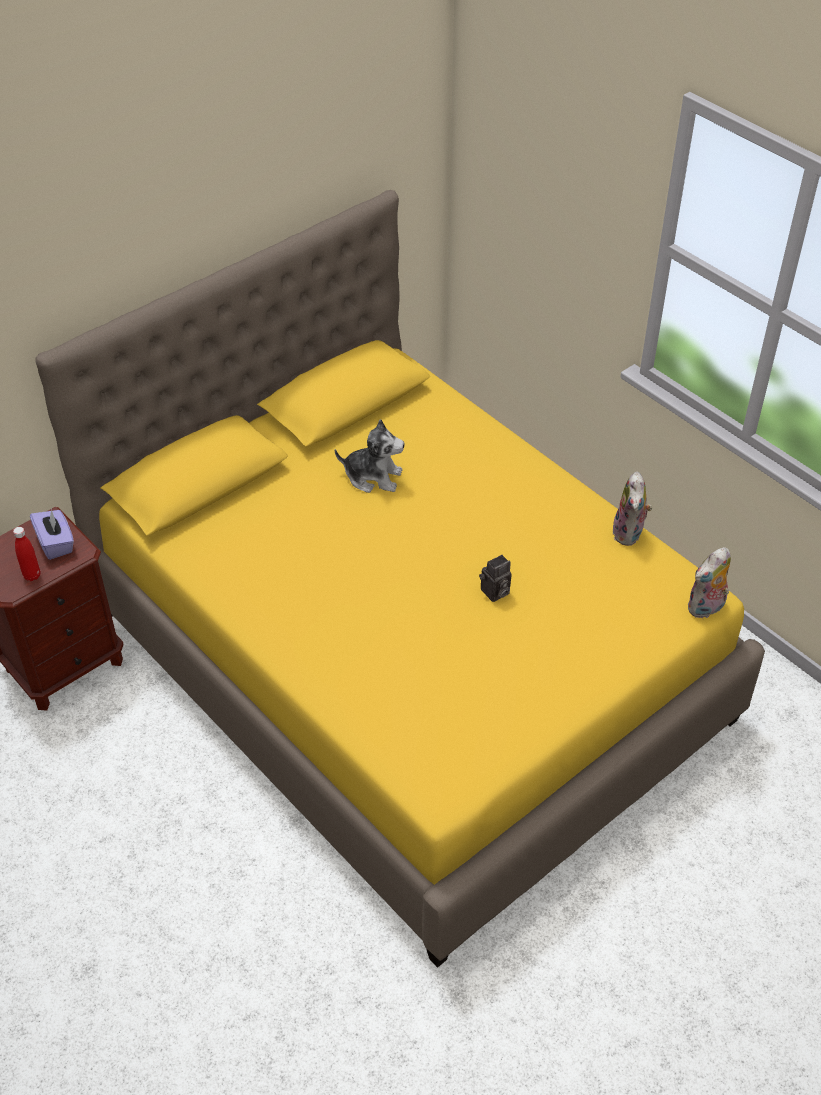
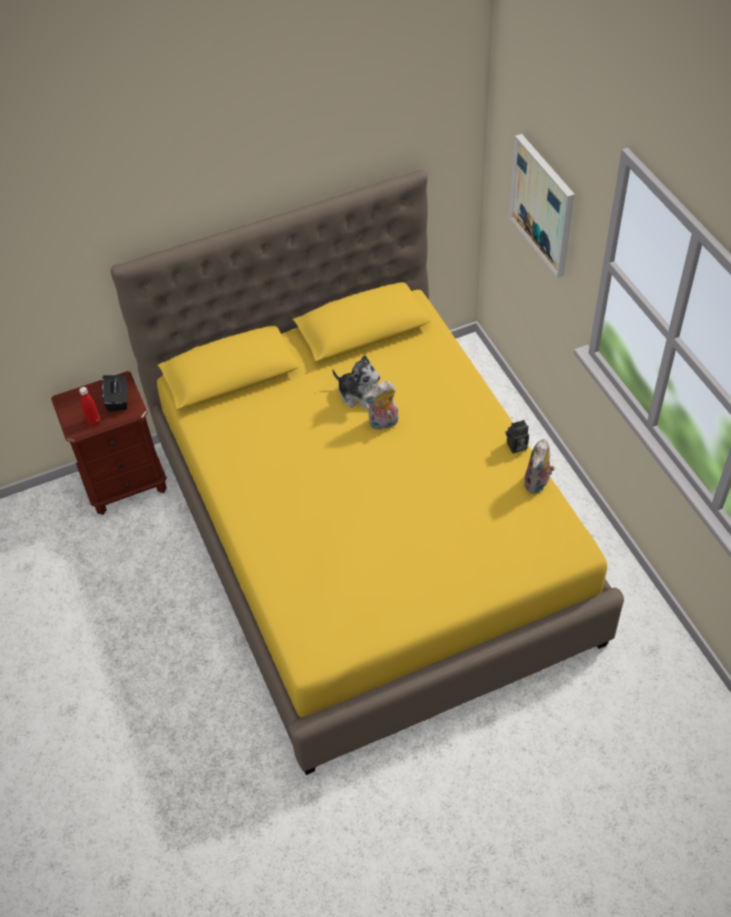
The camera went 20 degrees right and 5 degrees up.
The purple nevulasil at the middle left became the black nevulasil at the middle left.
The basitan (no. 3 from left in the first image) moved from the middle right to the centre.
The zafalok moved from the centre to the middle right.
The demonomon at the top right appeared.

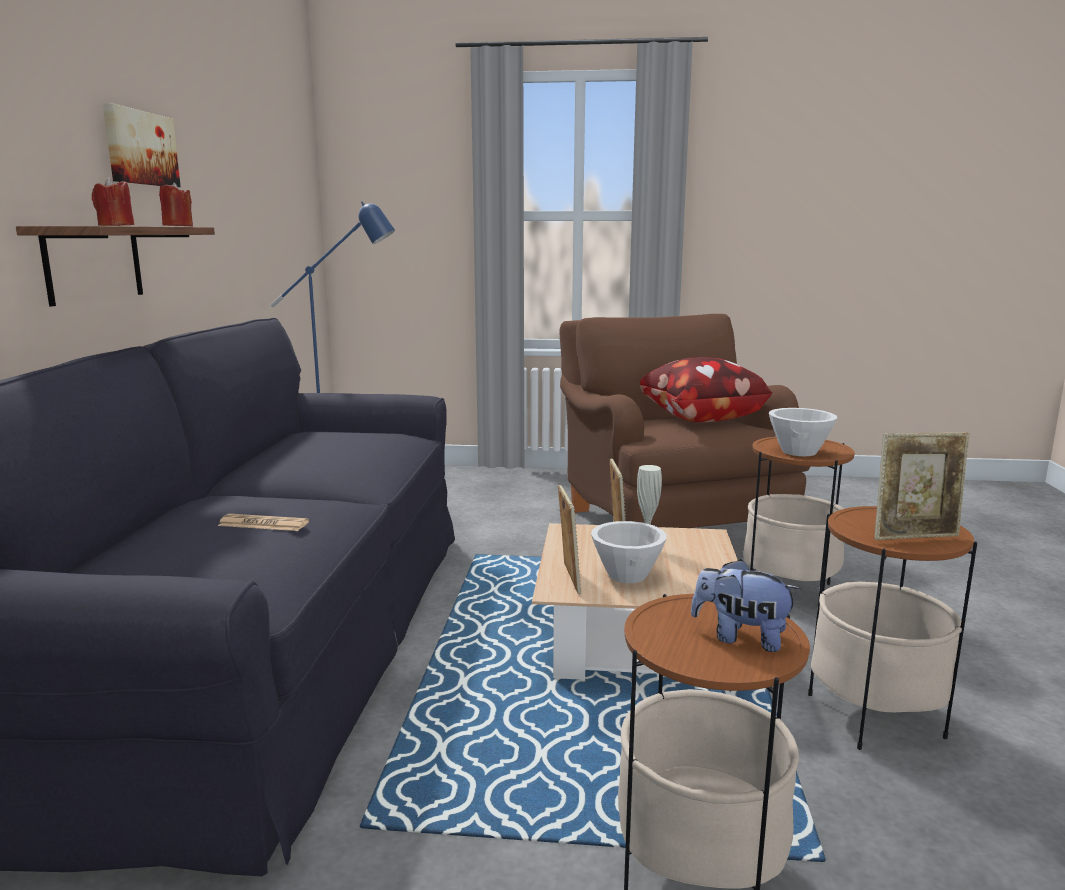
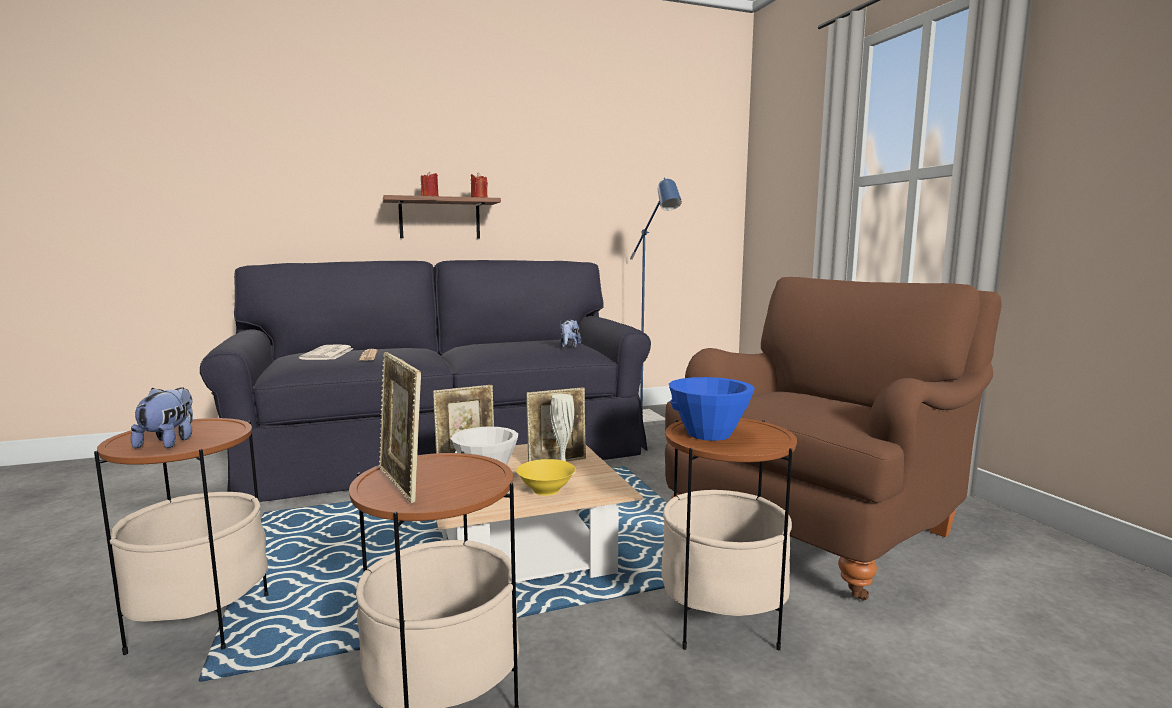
The camera went 65 degrees right and 5 degrees down.
The demonomon at the top left disappeared.
The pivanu at the centre disappeared.
The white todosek (no. 2 from left) at the middle right became the blue todosek at the centre.
The basitan (no. 2 from left) at the centre appeared.
The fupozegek (no. 1 from left) at the middle left appeared.
The yellow todosek at the bottom centre appeared.

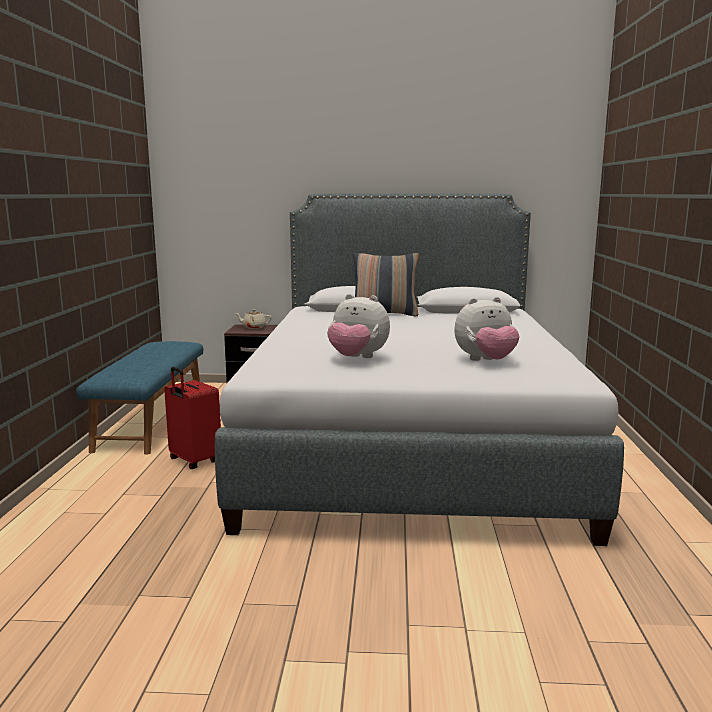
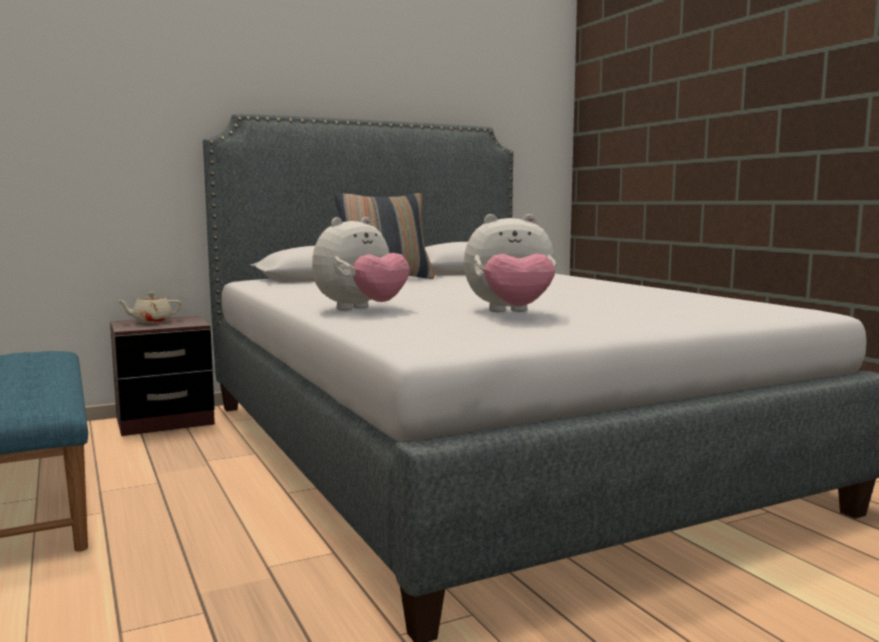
The camera went 30 degrees left and 5 degrees down.
The basitan (no. 2 from left in the first image) moved from the middle right to the centre.
The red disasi at the middle left disappeared.

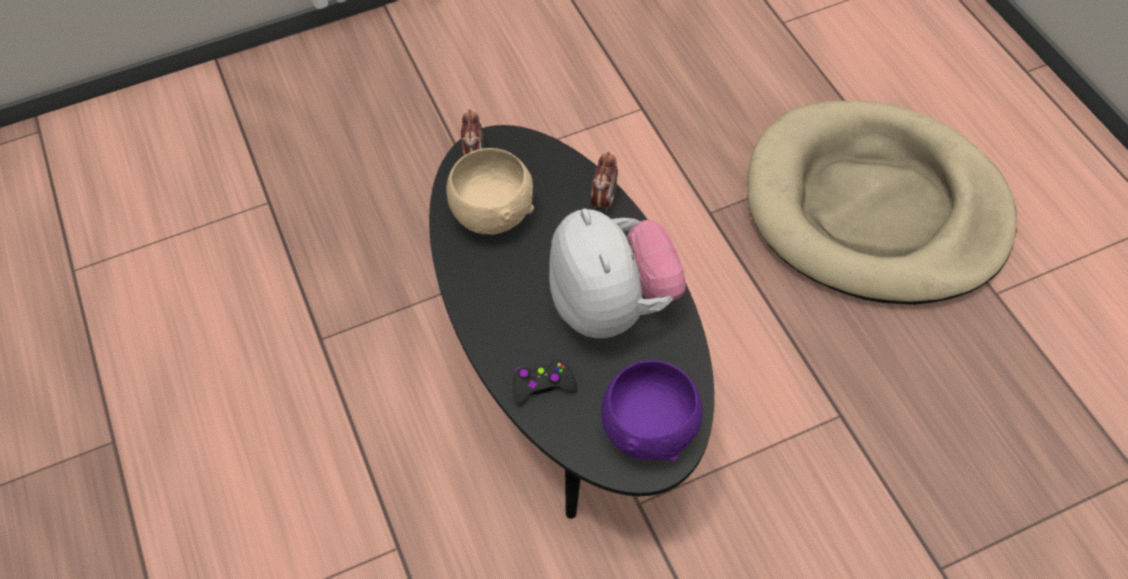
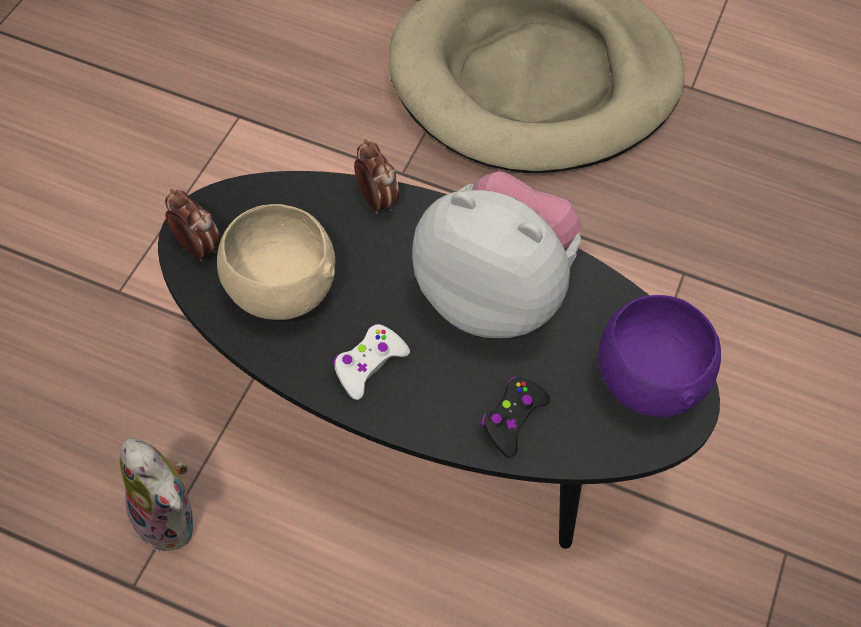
The camera went 50 degrees left and 0 degrees up.
The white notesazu at the centre appeared.
The basitan (no. 1 from left) at the bottom left appeared.

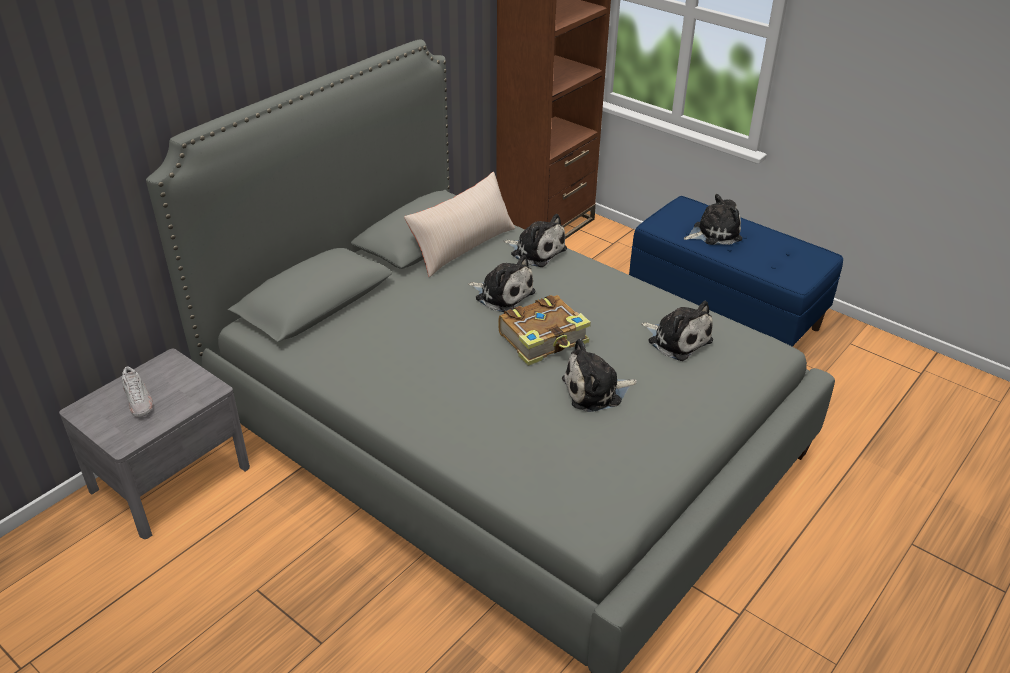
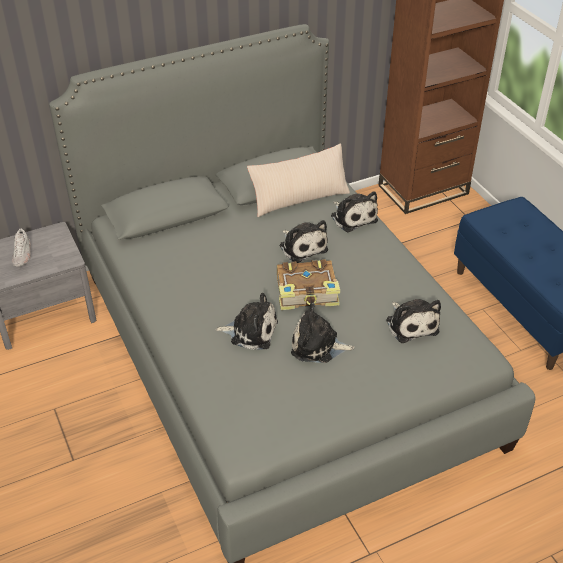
The camera went 25 degrees right and 5 degrees up.
The basitan (no. 5 from left in the first image) moved from the top right to the centre.

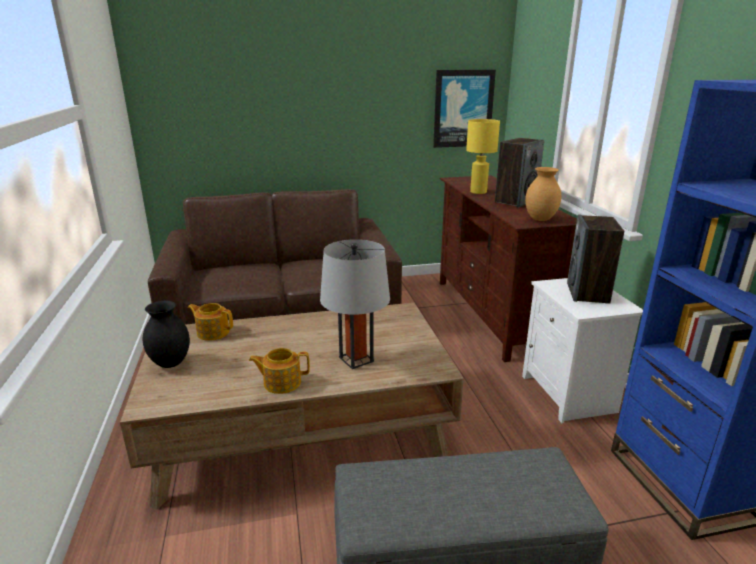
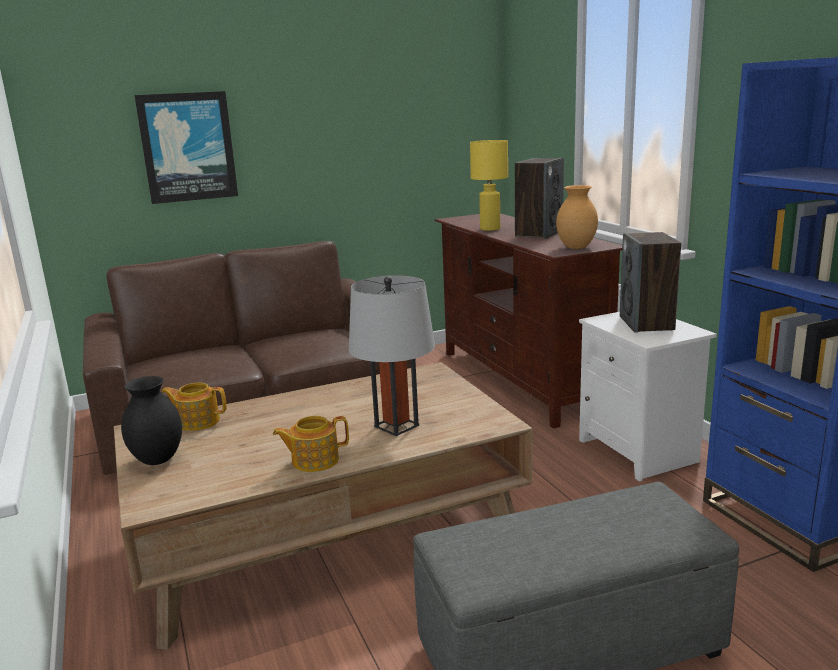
The camera went 10 degrees left and 5 degrees down.
The demonomon moved from the top centre to the top left.

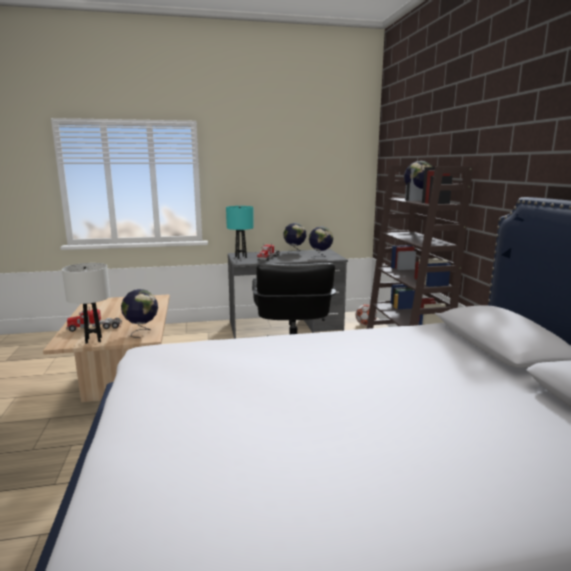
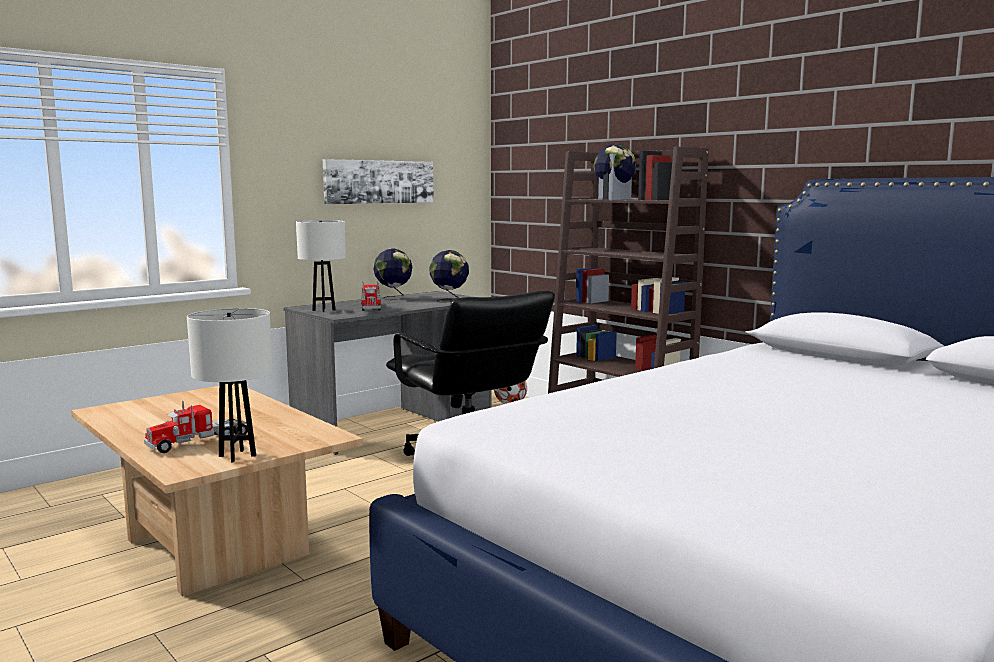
The camera went 30 degrees left and 5 degrees down.
The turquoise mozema at the centre became the white mozema (no. 2 from left) at the middle left.
The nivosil (no. 1 from left) at the middle left disappeared.
The demonomon at the top centre appeared.

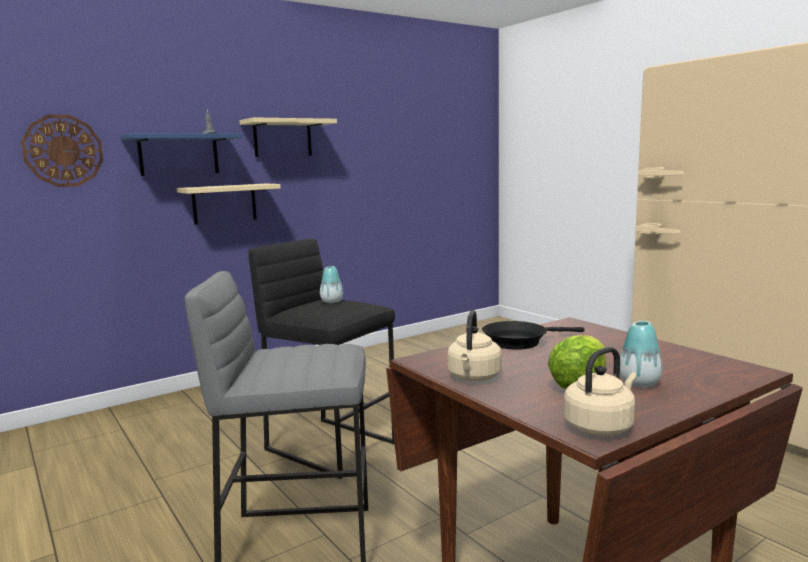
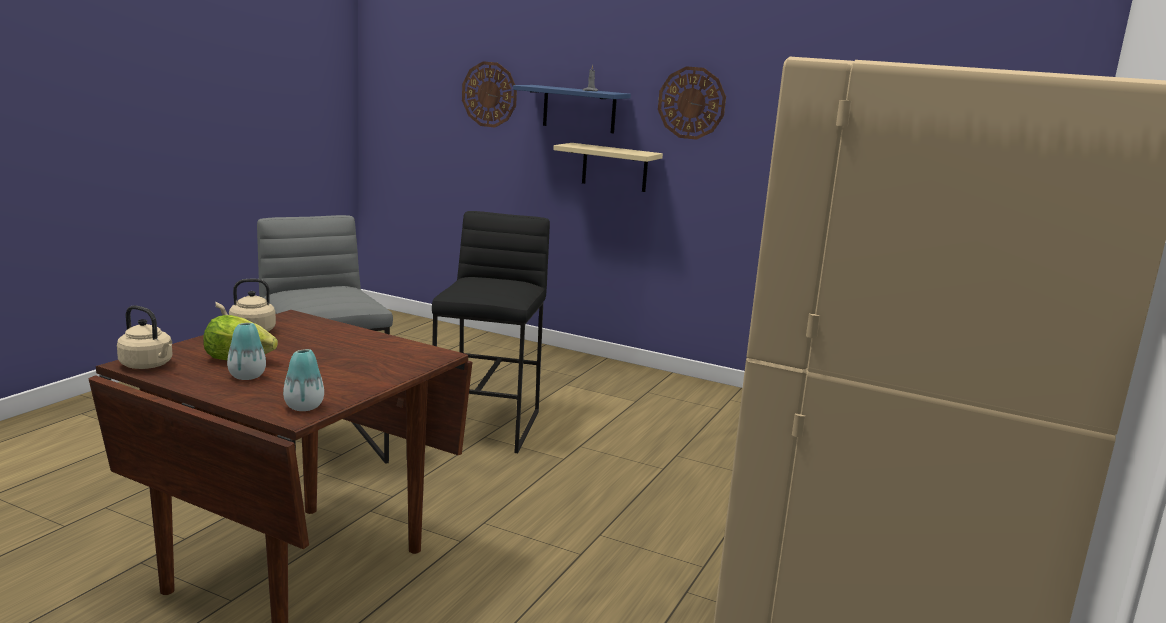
The camera went 60 degrees right and 5 degrees up.
The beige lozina (no. 2 from left) at the top centre was replaced by the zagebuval (no. 2 from left) at the top centre.
The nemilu (no. 1 from left in the first image) moved from the centre to the middle left.
The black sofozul at the centre disappeared.

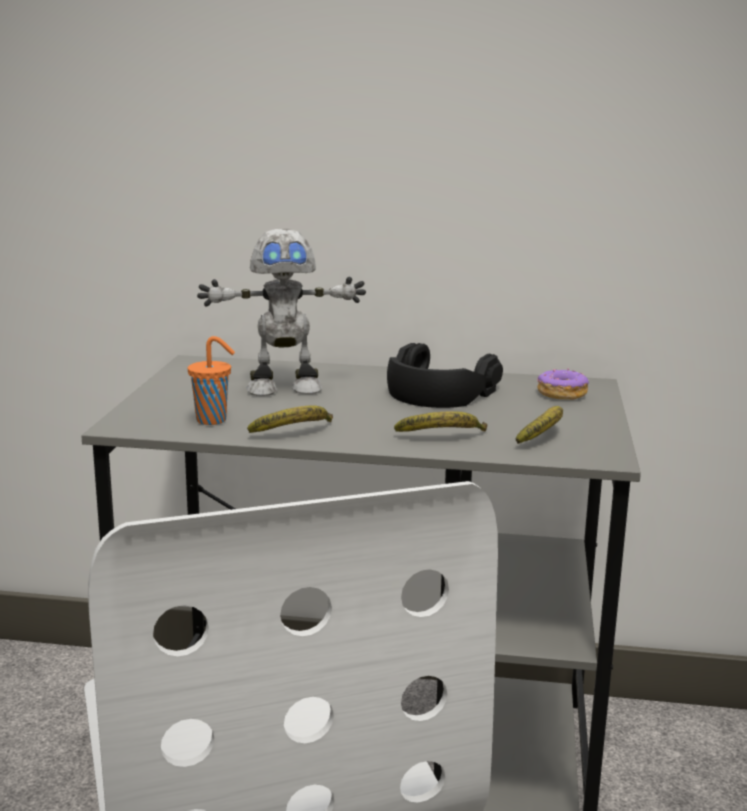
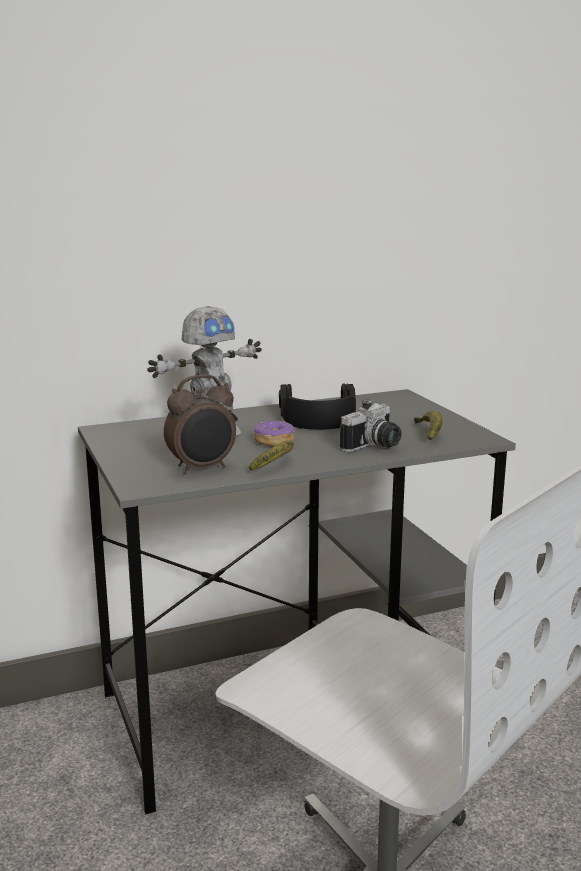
The camera went 30 degrees left and 0 degrees up.
The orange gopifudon at the middle left was replaced by the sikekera at the centre.
The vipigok moved from the middle right to the centre.
The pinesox (no. 2 from left) at the centre was replaced by the zafalok at the centre.

